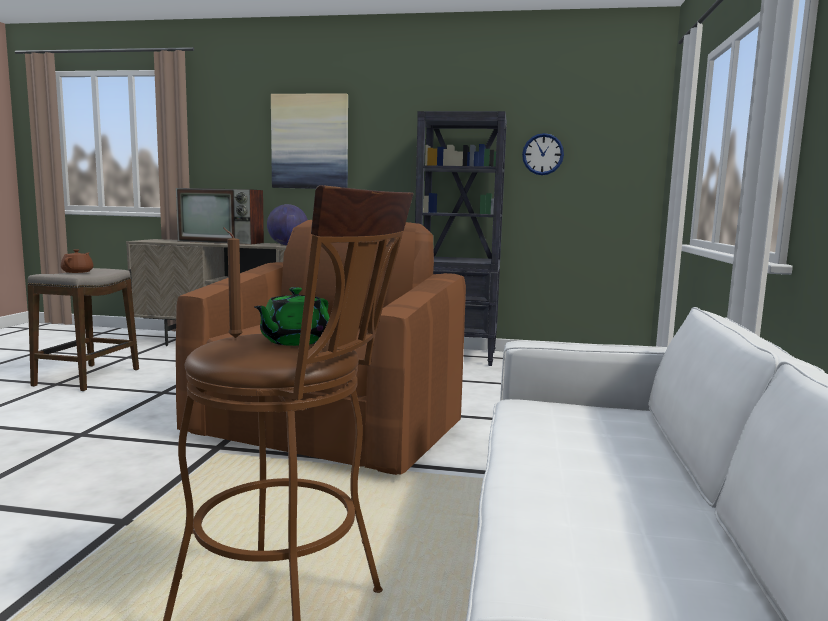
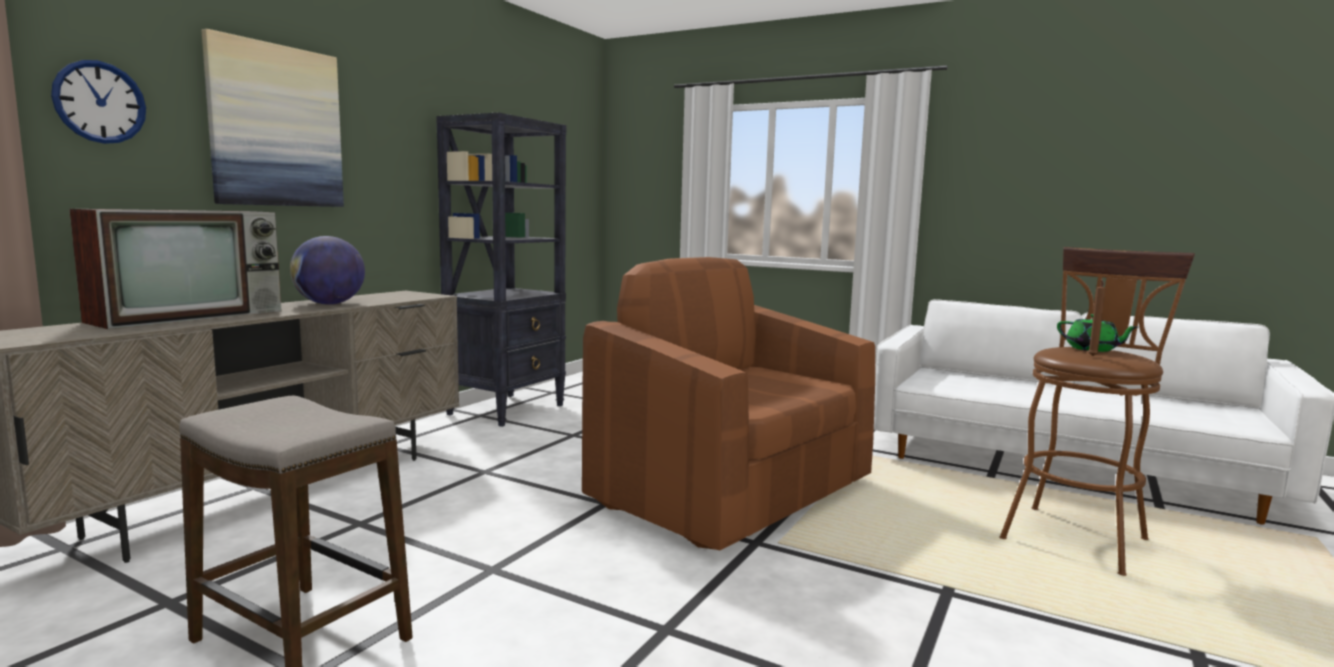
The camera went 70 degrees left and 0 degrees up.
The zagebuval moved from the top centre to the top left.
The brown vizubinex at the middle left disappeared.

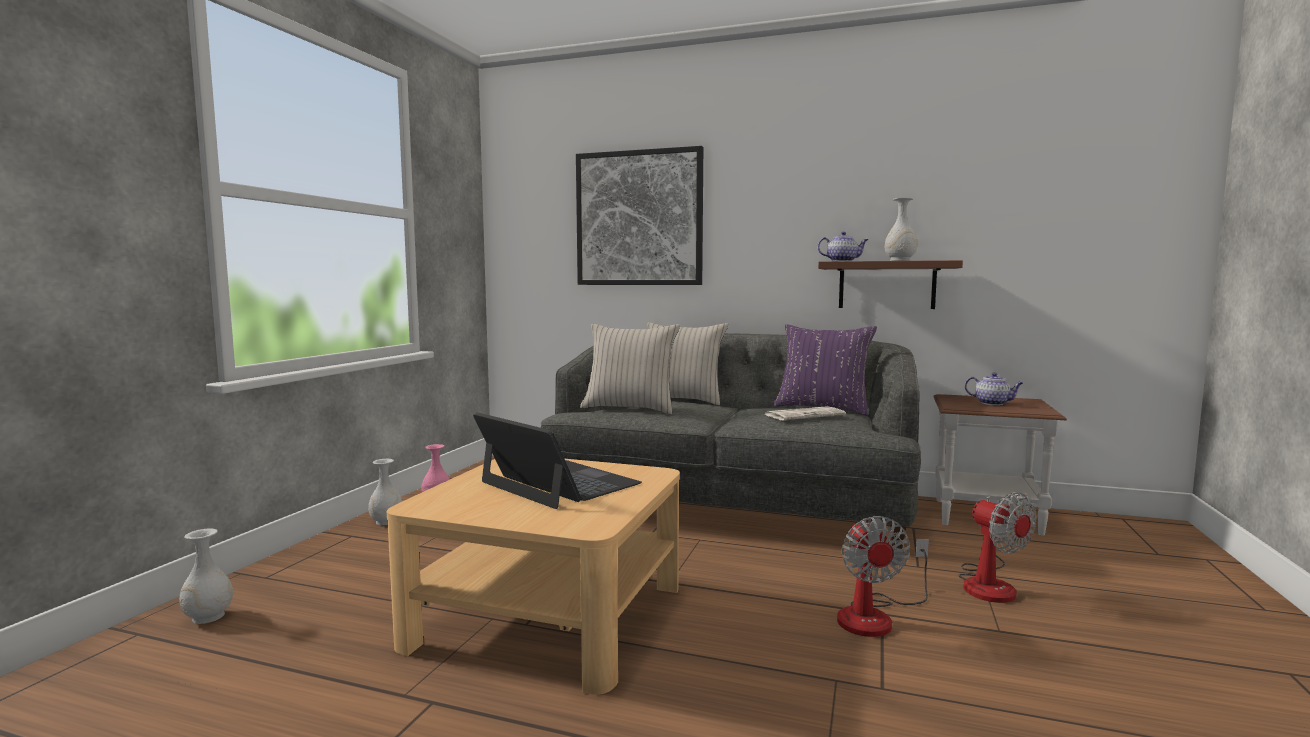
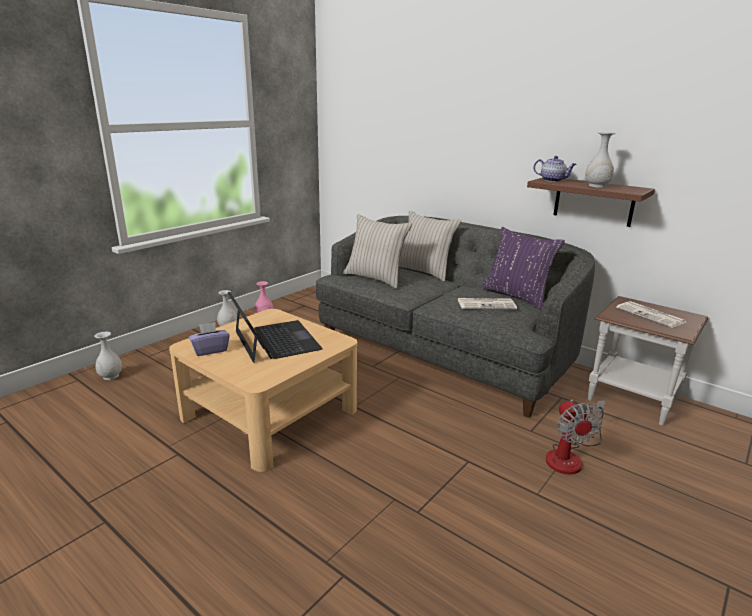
The camera went 20 degrees right and 15 degrees up.
The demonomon at the top centre disappeared.
The vizubinex (no. 2 from left) at the middle right was replaced by the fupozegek (no. 2 from left) at the middle right.
The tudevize (no. 1 from left) at the bottom right disappeared.
The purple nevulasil at the middle left appeared.

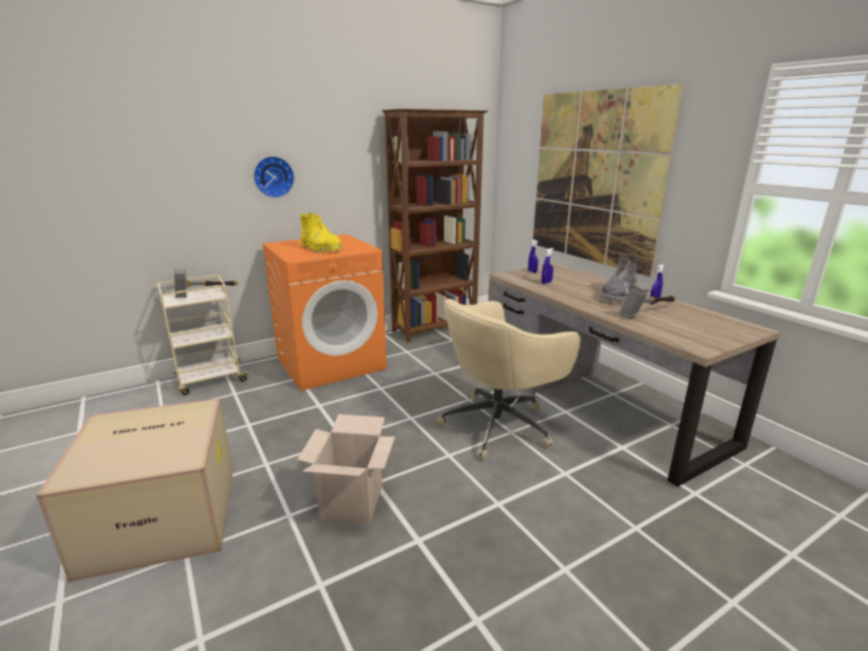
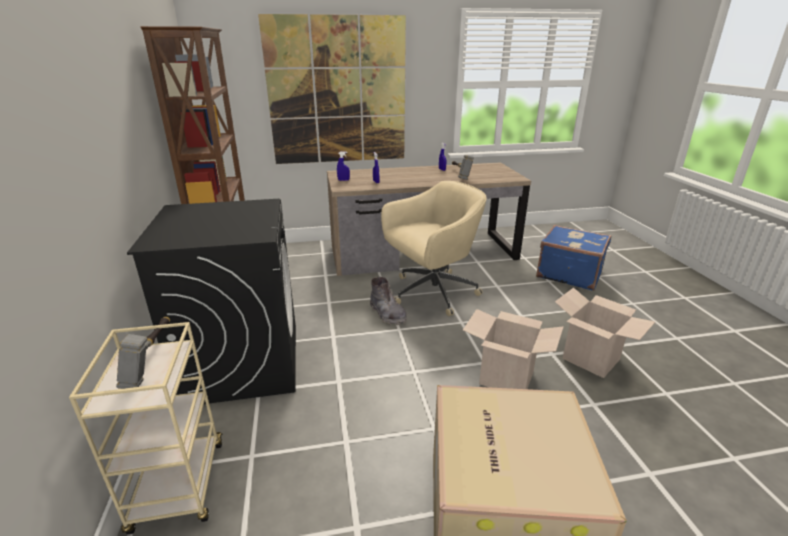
The camera went 70 degrees left and 5 degrees up.
The zagebuval at the top left disappeared.
The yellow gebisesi at the centre disappeared.
The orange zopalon at the centre became the black zopalon at the middle left.
The grey gebisesi moved from the middle right to the centre.
The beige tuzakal at the centre turned 105 degrees counterclockwise.
The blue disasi at the middle right appeared.
The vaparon (no. 3 from left) at the middle right appeared.

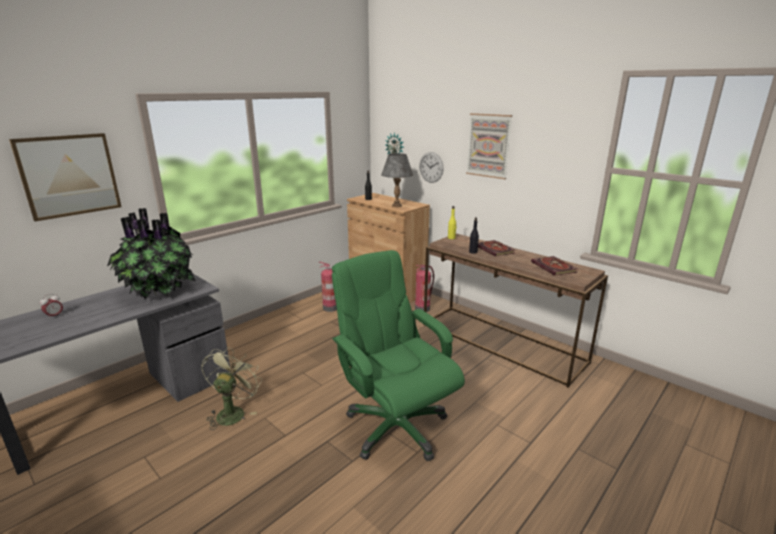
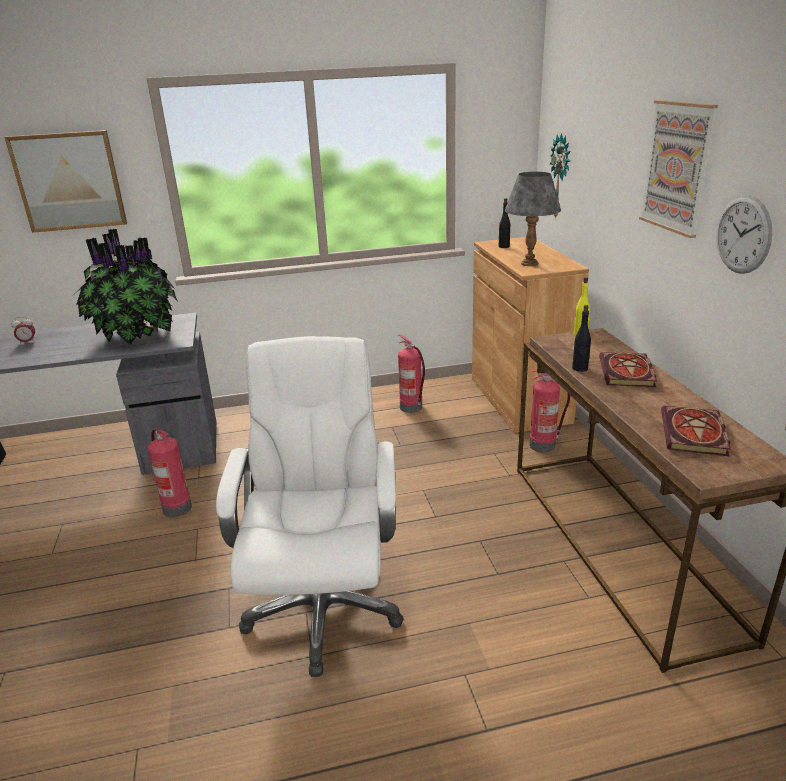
The camera went 35 degrees right and 5 degrees up.
The zagebuval (no. 2 from left) moved from the top centre to the top right.
The green tuzakal at the centre became the white tuzakal at the centre.
The green tudevize at the bottom left was replaced by the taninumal (no. 1 from left) at the middle left.

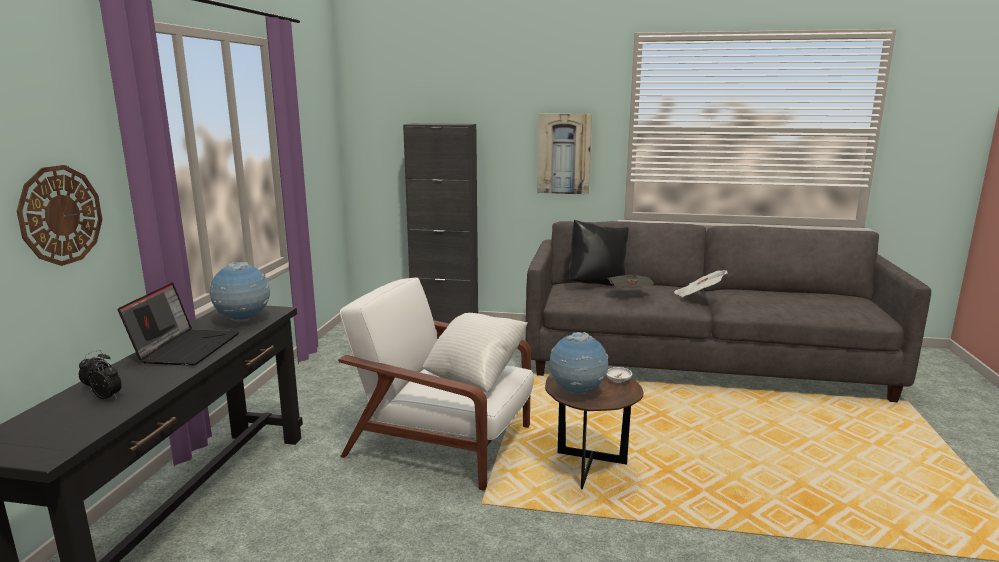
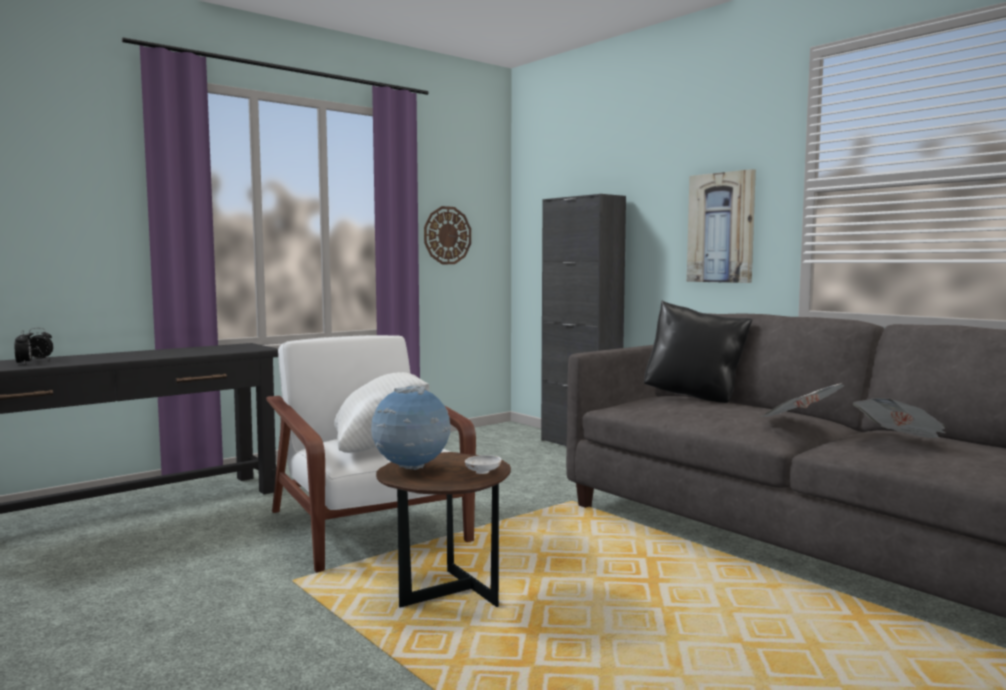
The camera went 40 degrees right and 10 degrees down.
The zagebuval moved from the middle left to the centre.
The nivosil (no. 1 from left) at the middle left disappeared.
The fupozegek (no. 1 from left in the first image) moved from the centre to the middle right.
The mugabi at the middle left disappeared.

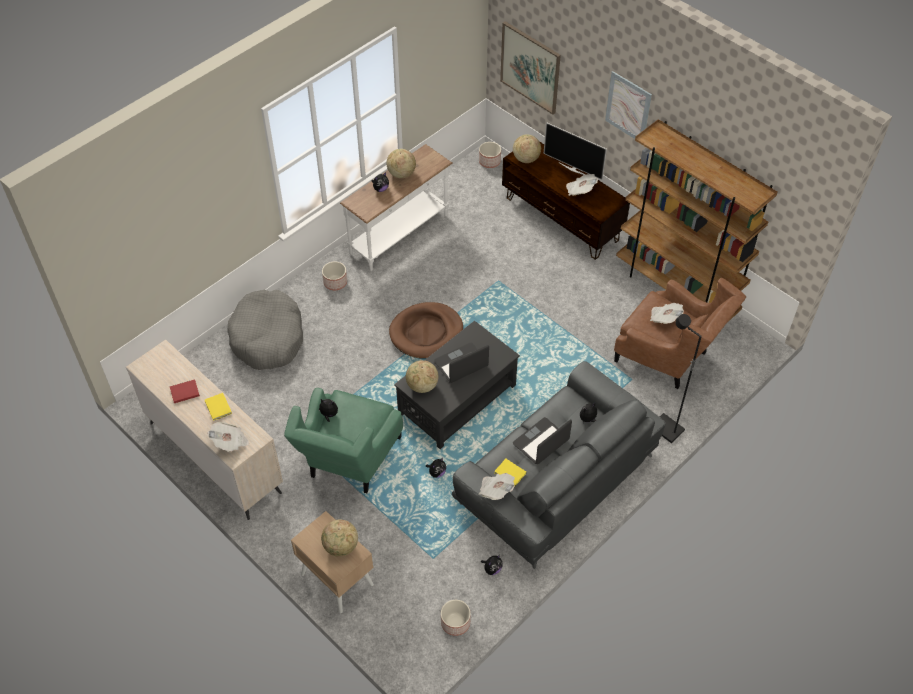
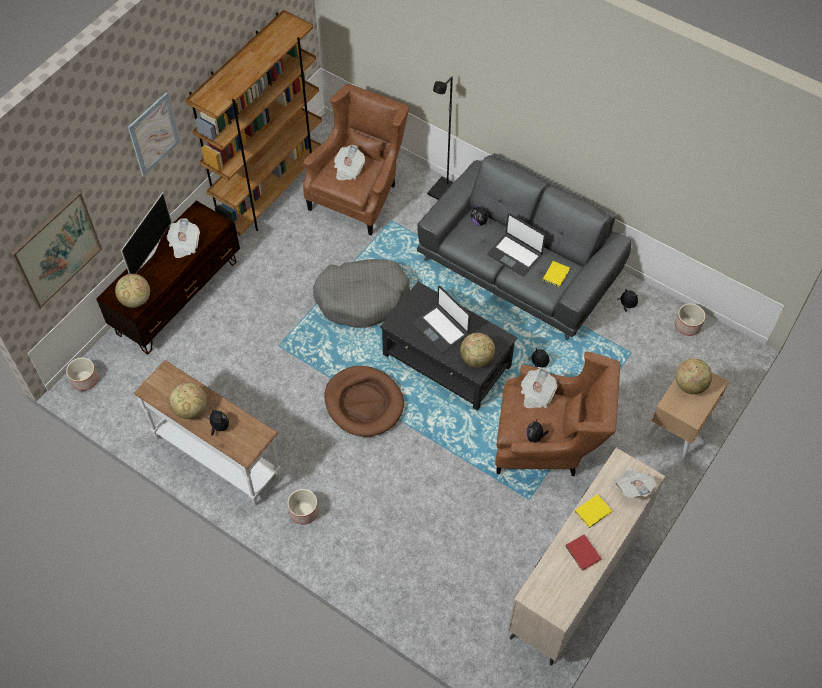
The camera went 100 degrees left and 5 degrees up.
The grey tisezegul moved from the middle left to the centre.
The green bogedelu at the centre became the brown bogedelu (no. 2 from left) at the middle right.
The fupozegek (no. 2 from left in the first image) moved from the bottom centre to the centre.

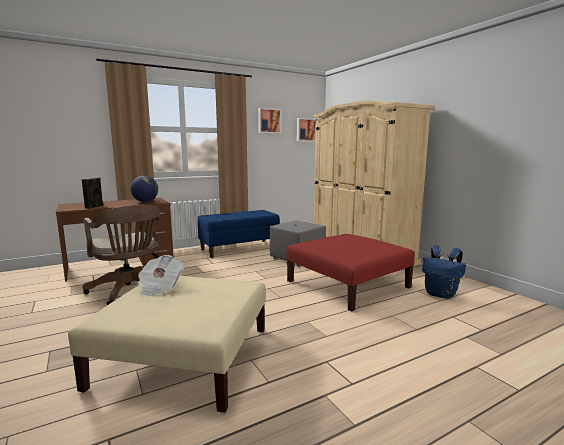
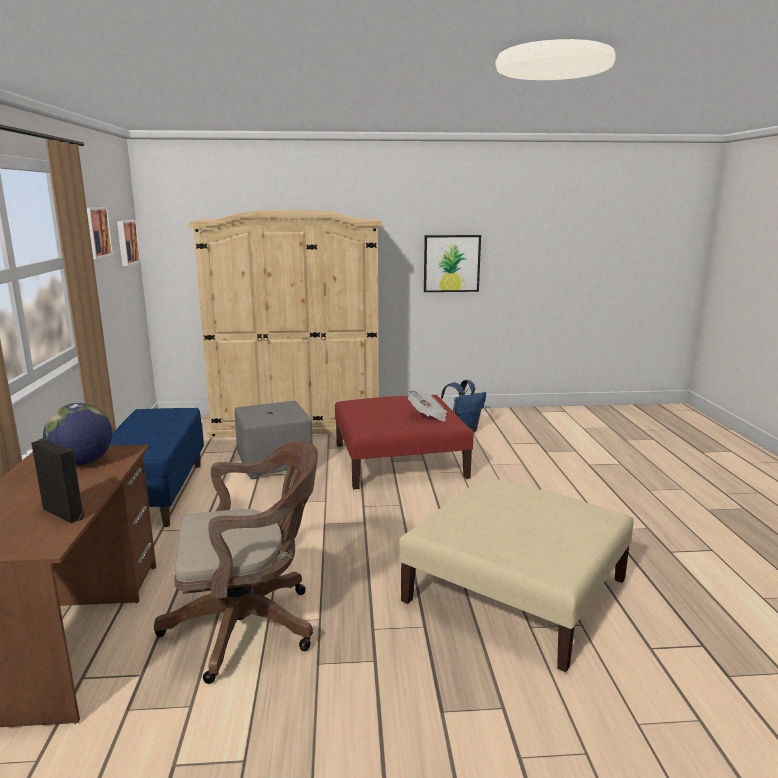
The camera went 65 degrees left and 5 degrees up.
The fupozegek moved from the middle left to the centre.
The demonomon (no. 3 from left) at the centre appeared.

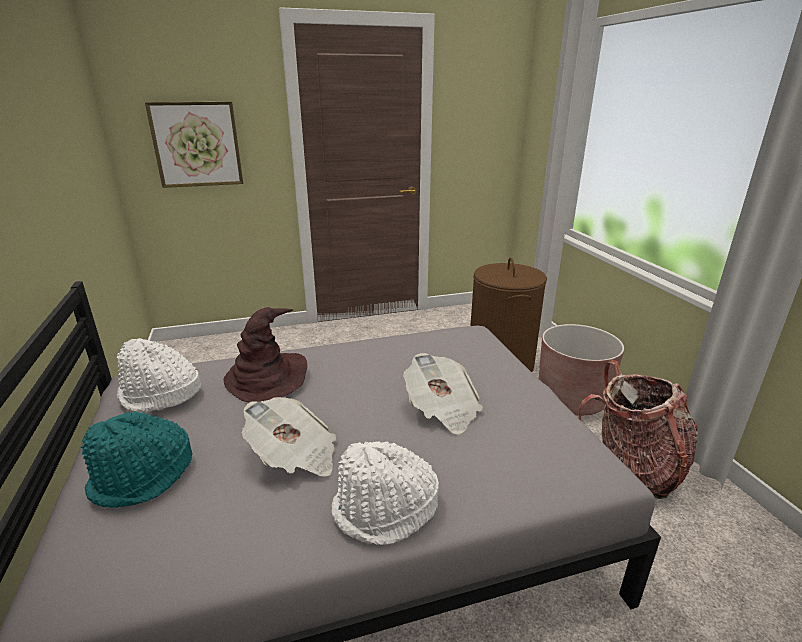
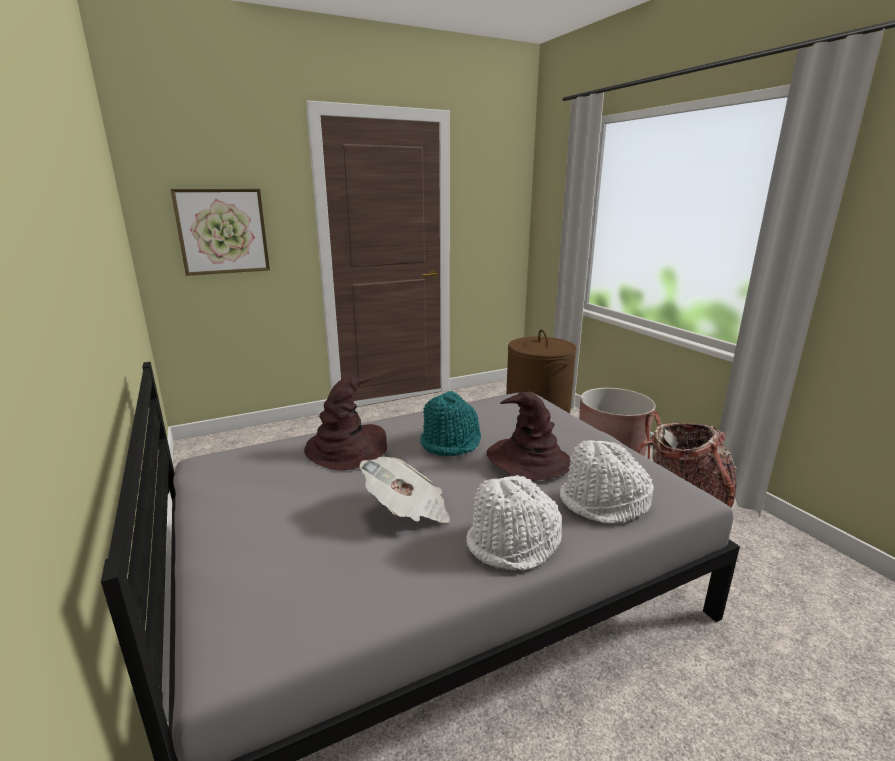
The camera went 10 degrees left and 5 degrees down.
The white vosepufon (no. 1 from left in the first image) moved from the middle left to the middle right.
The fupozegek (no. 2 from left) at the centre was replaced by the brown vosepufon (no. 2 from left) at the centre.
The turquoise vosepufon moved from the bottom left to the centre.

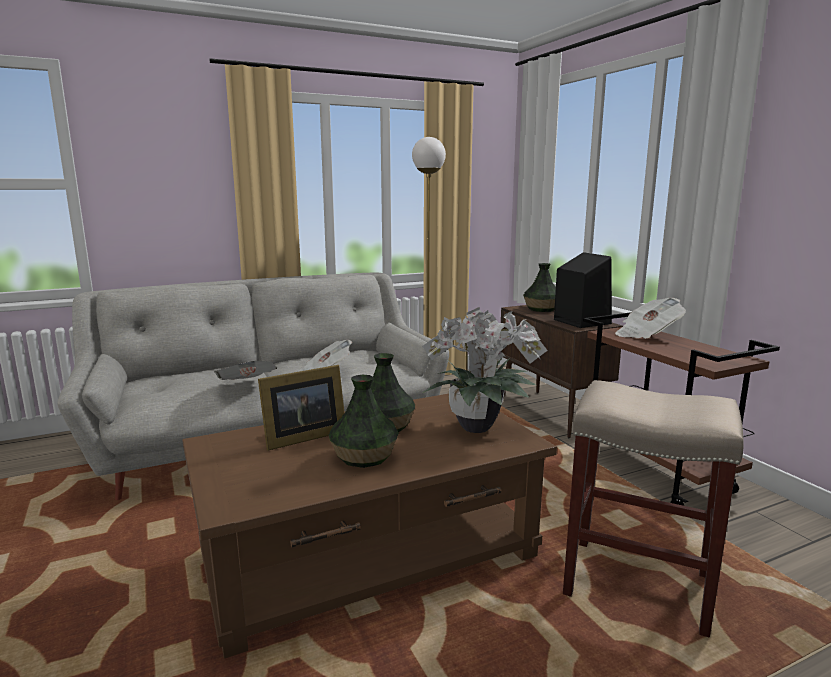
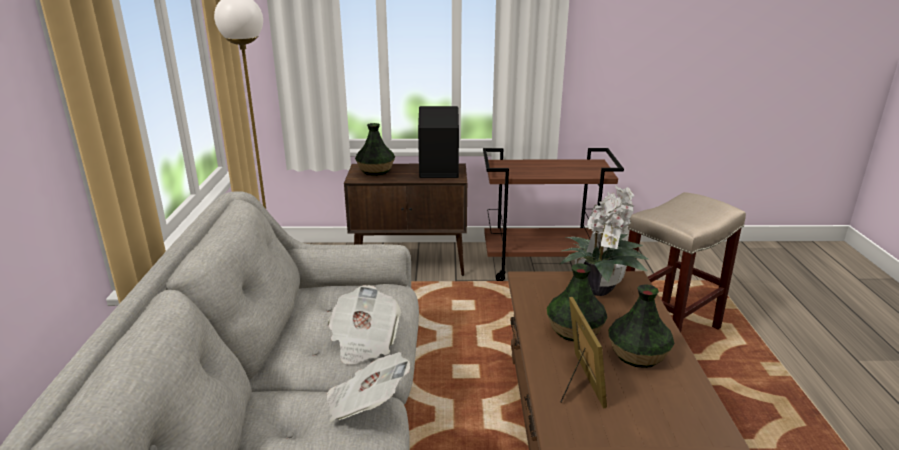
The camera went 65 degrees left and 10 degrees up.
The fupozegek (no. 3 from left) at the middle right disappeared.

